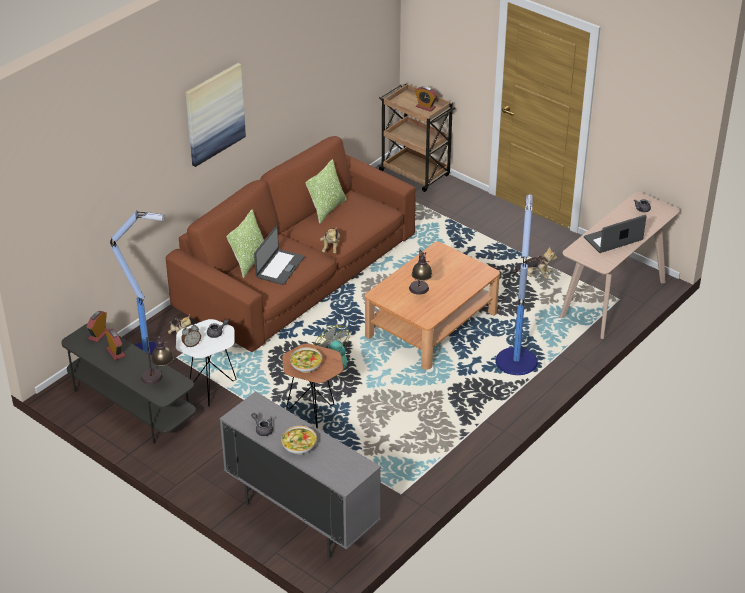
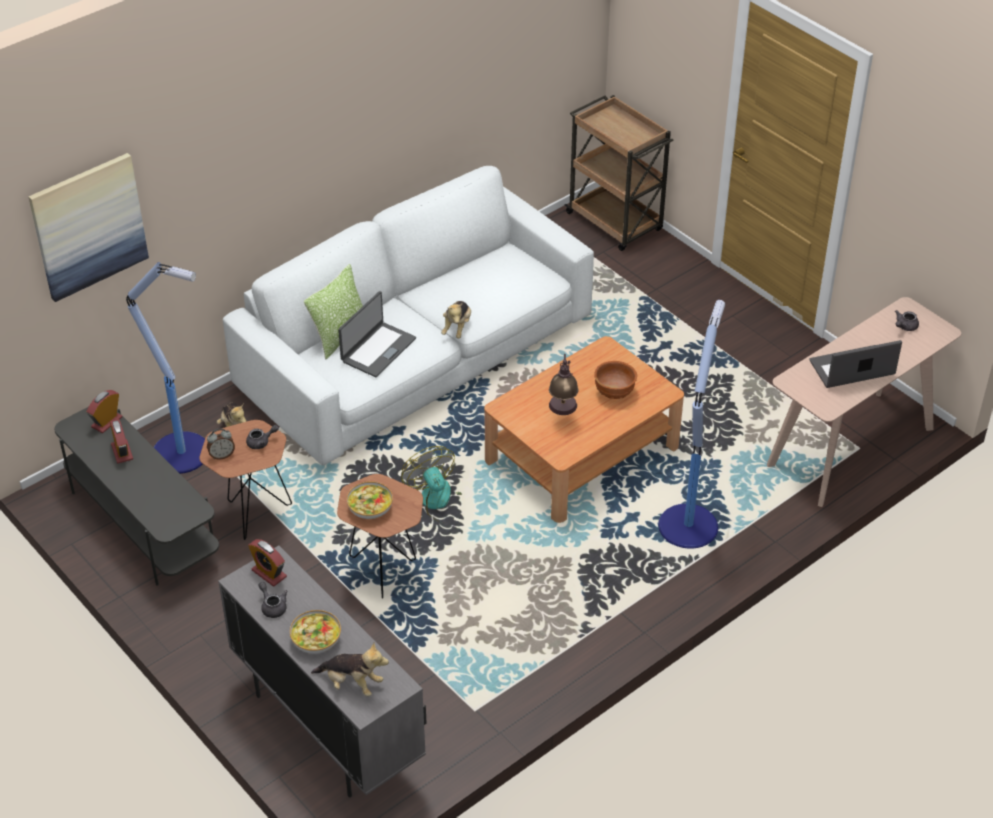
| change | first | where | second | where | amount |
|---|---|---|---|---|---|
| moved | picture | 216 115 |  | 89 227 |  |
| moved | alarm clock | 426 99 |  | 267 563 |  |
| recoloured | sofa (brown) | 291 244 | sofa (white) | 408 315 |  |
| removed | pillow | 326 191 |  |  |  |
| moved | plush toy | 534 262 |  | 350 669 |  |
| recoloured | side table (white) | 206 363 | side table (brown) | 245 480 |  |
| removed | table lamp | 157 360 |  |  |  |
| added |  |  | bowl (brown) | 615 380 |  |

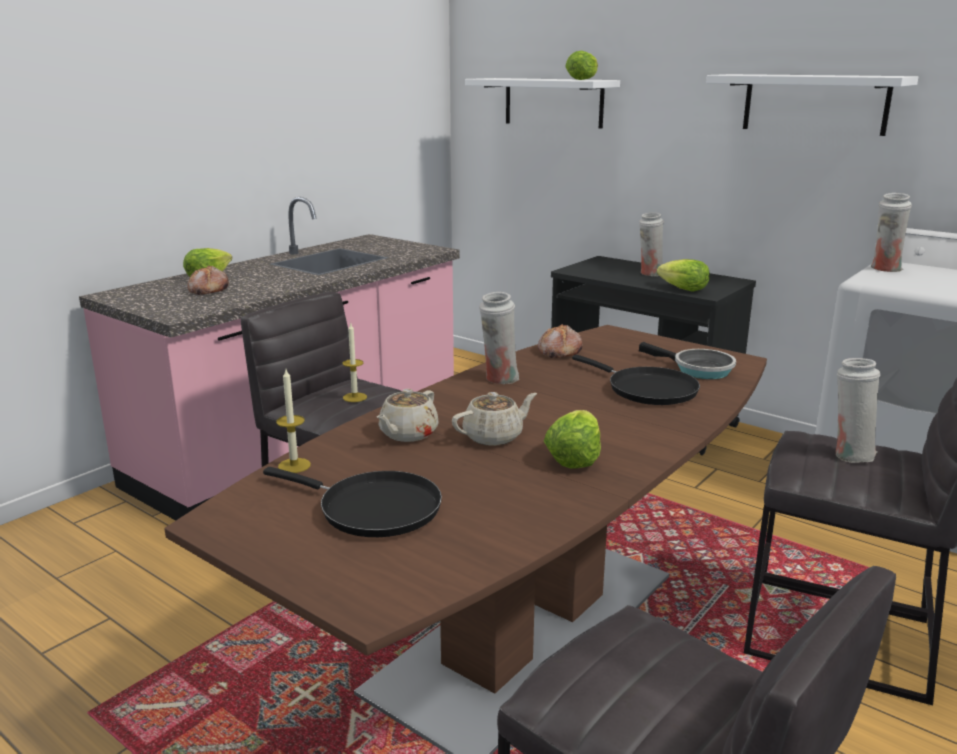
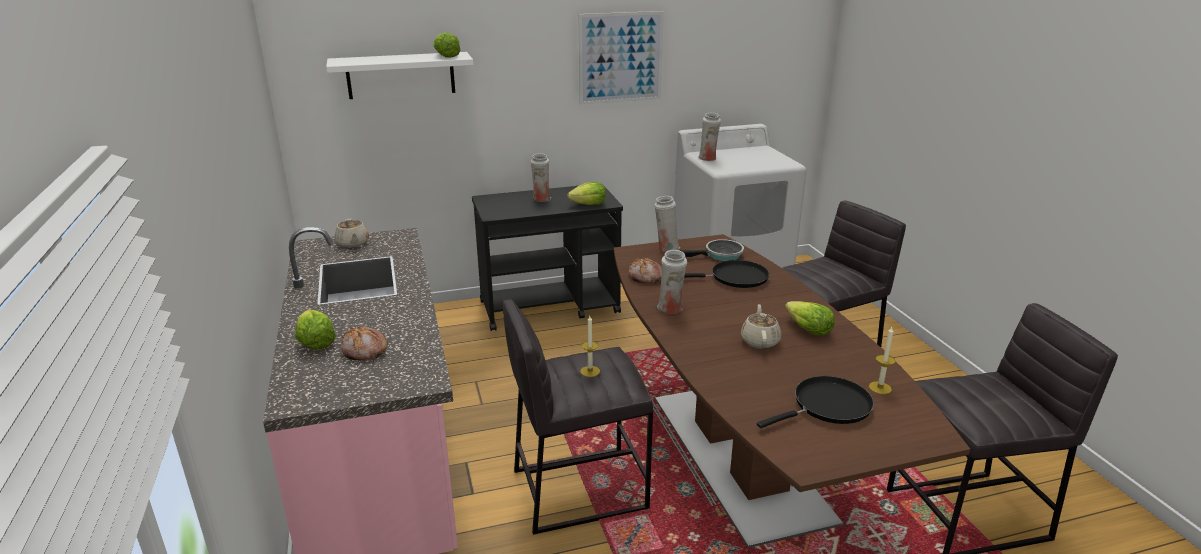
| change | first | where | second | where | amount |
|---|---|---|---|---|---|
| replaced | shelf (white) | 812 105 | picture | 621 58 |  |
| moved | vase (white) | 858 410 |  | 667 224 |  |
| moved | candle | 293 421 |  | 882 360 |  |
| moved | teapot (beige) | 408 415 |  | 351 233 |  |

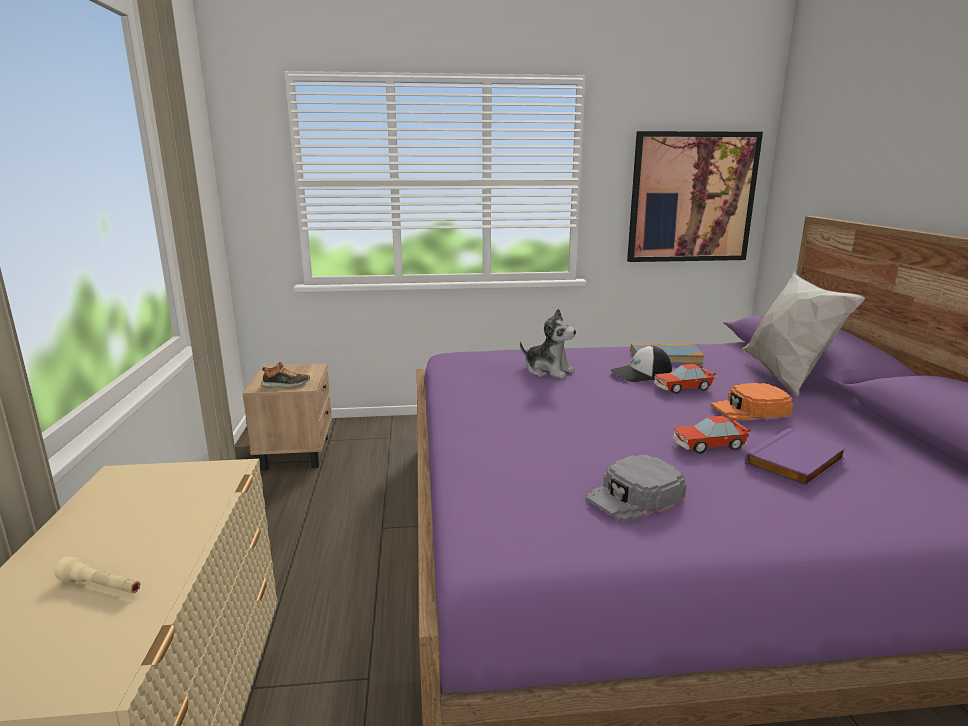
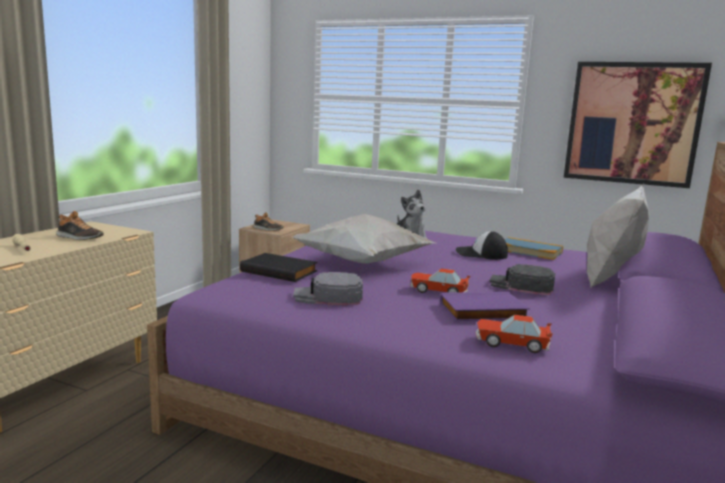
| change | first | where | second | where | amount |
|---|---|---|---|---|---|
| moved | toy car | 685 379 |  | 514 334 |  |
| recoloured | cap (orange) | 752 402 | cap (black) | 522 279 |  |
| added |  |  | shoe | 80 225 |  |
| added |  |  | pillow (white) | 364 239 |  |
| added |  |  | book (black) | 279 267 |  |

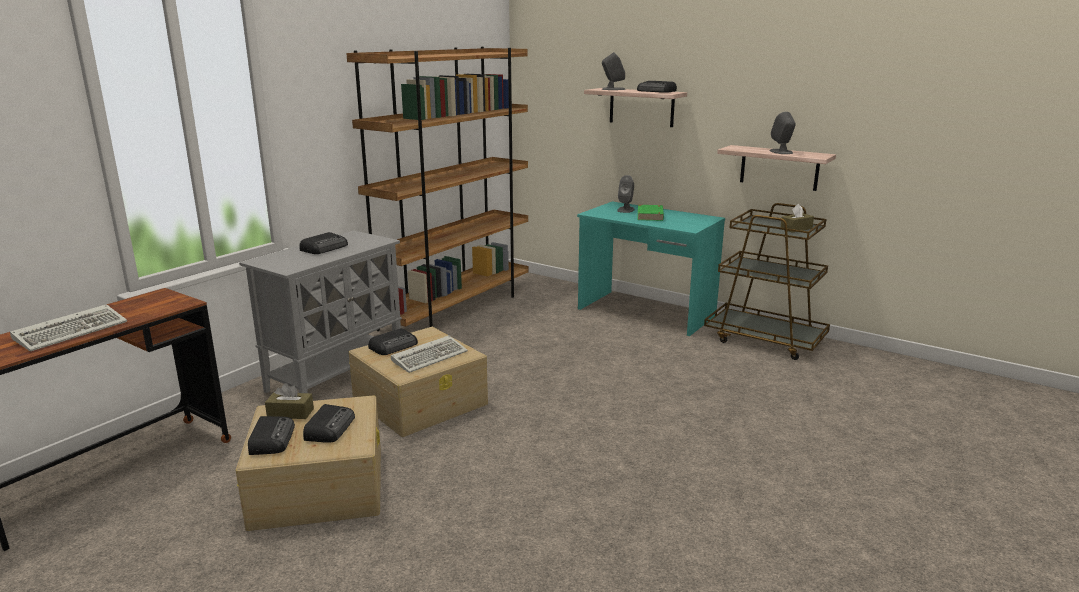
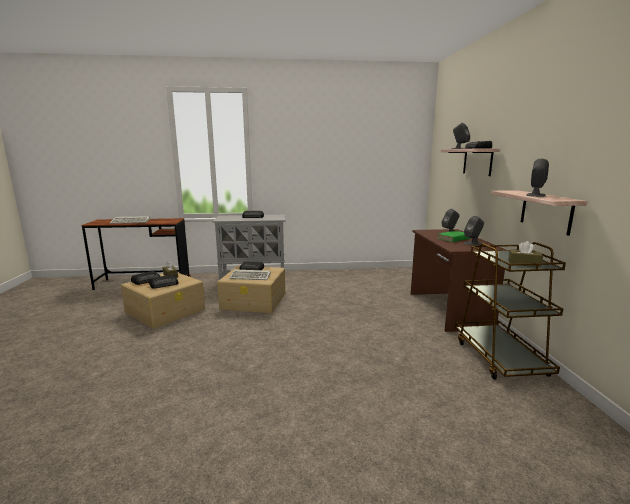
| change | first | where | second | where | amount |
|---|---|---|---|---|---|
| removed | bookcase (brown) | 437 189 |  |  |  |
| recoloured | desk (turquoise) | 651 268 | desk (brown) | 458 280 |  |
| added |  |  | speaker (grey) | 473 230 |  |

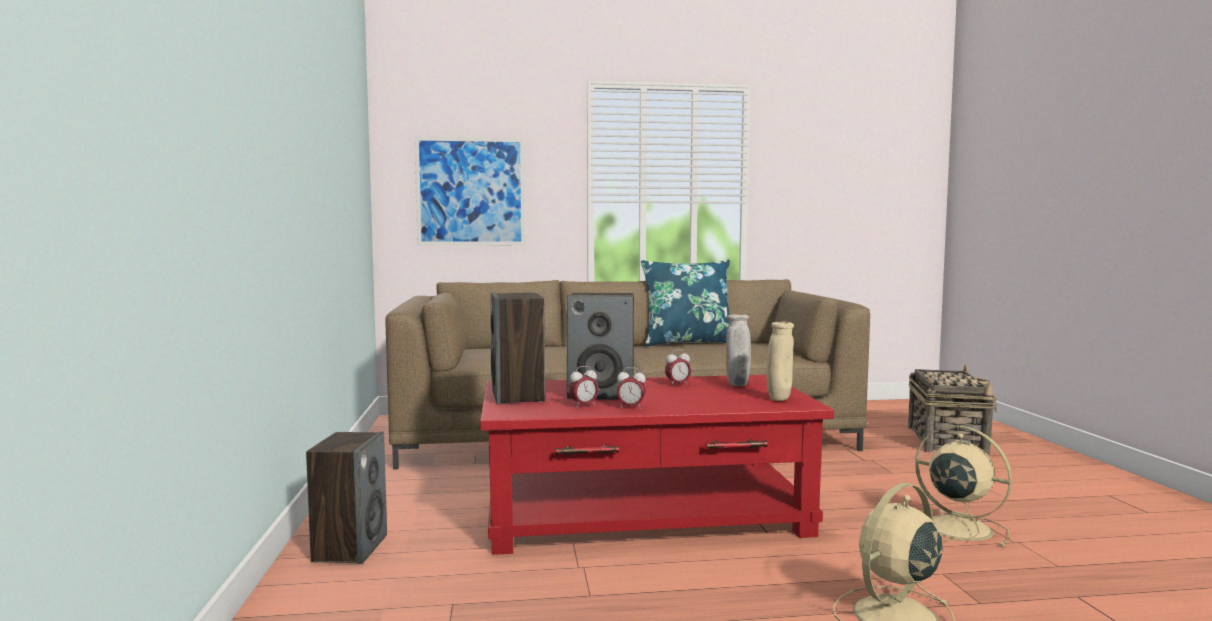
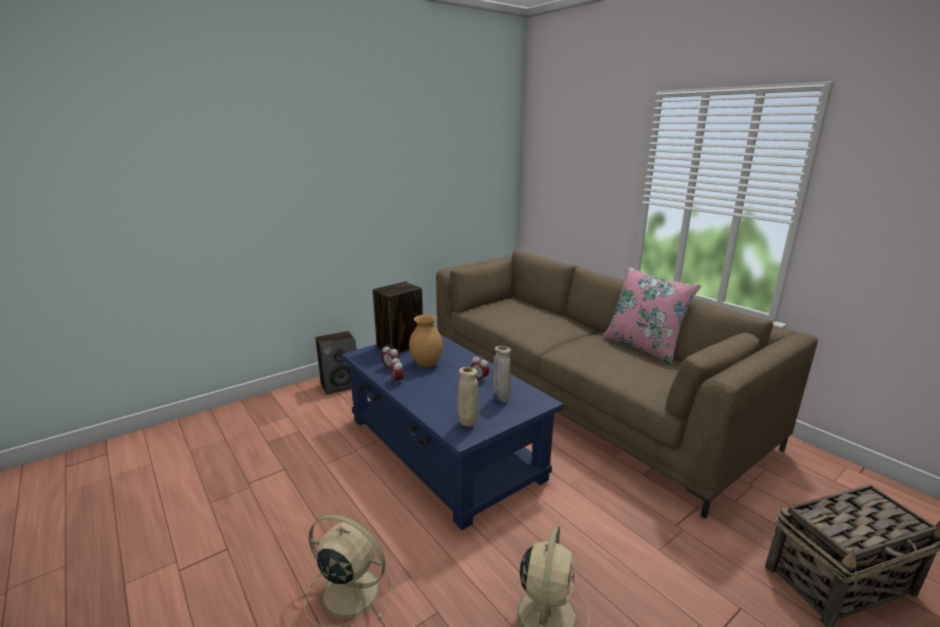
| change | first | where | second | where | amount |
|---|---|---|---|---|---|
| removed | picture | 469 191 |  |  |  |
| recoloured | pillow (blue) | 685 303 | pillow (pink) | 651 315 |  |
| replaced | speaker | 600 346 | vase (brown) | 426 341 |  |
| recoloured | coffee table (red) | 657 465 | coffee table (blue) | 453 432 |  |

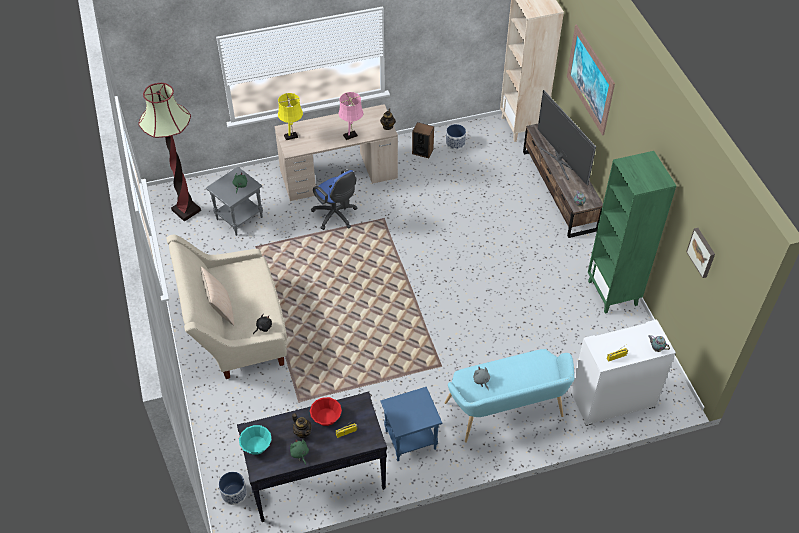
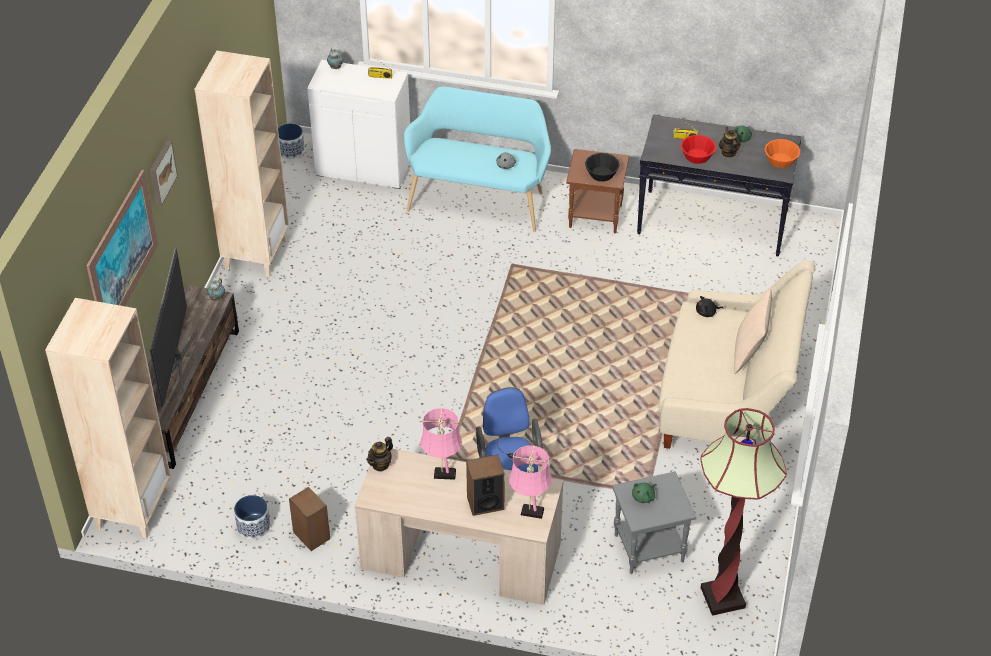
| change | first | where | second | where | amount |
|---|---|---|---|---|---|
| recoloured | table lamp (yellow) | 290 116 | table lamp (pink) | 530 482 |  |
| recoloured | bookcase (green) | 632 232 | bookcase (beige) | 242 164 |  |
| moved | picture | 700 253 |  | 164 173 |  |
| recoloured | side table (blue) | 411 424 | side table (brown) | 597 191 |  |
| recoloured | bowl (turquoise) | 255 440 | bowl (orange) | 782 153 |  |
| moved | planter | 233 488 |  | 291 141 |  |
| added |  |  | bowl (black) | 602 167 |  |
| added |  |  | speaker | 485 485 |  |

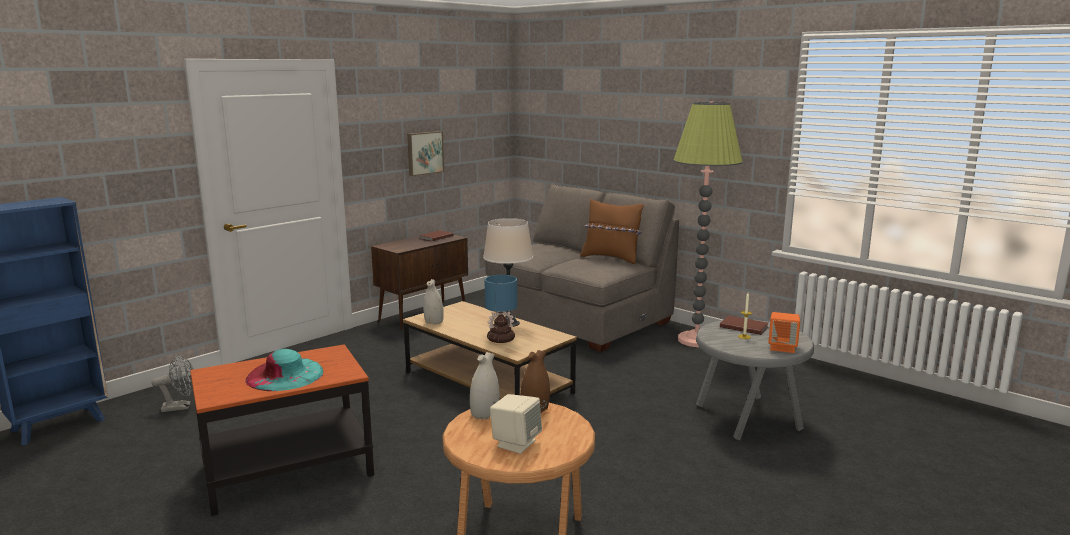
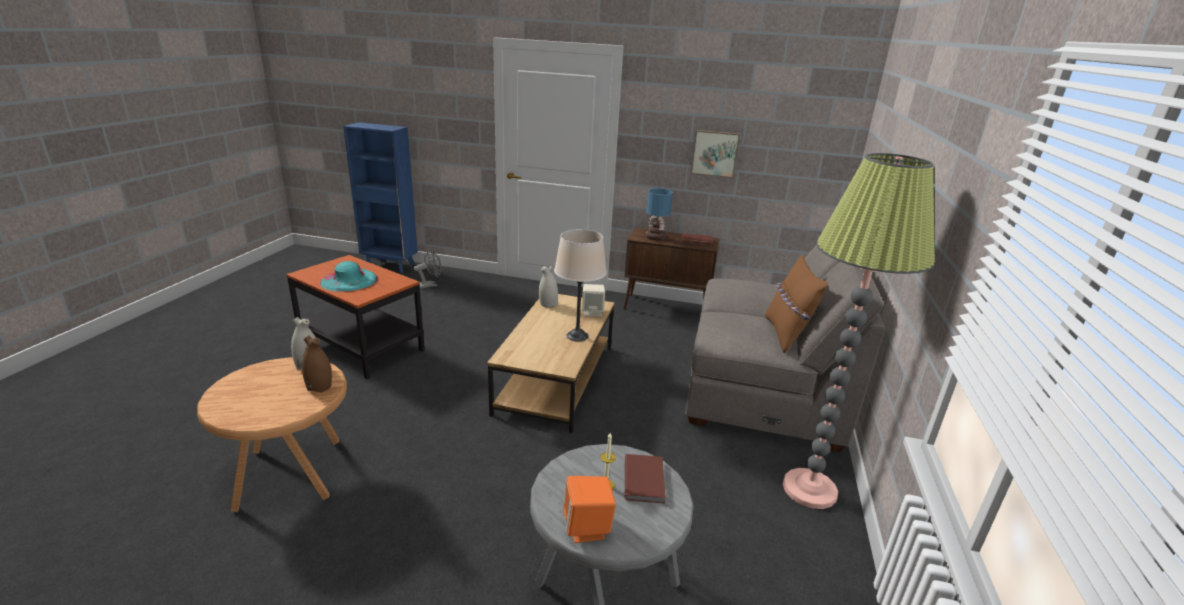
| change | first | where | second | where | amount |
|---|---|---|---|---|---|
| moved | table lamp | 500 309 |  | 659 214 |  |
| turned | fan (grey) | 172 383 |  | 427 269 | 75 degrees counterclockwise |
| moved | speaker (beige) | 516 424 |  | 593 300 |  |

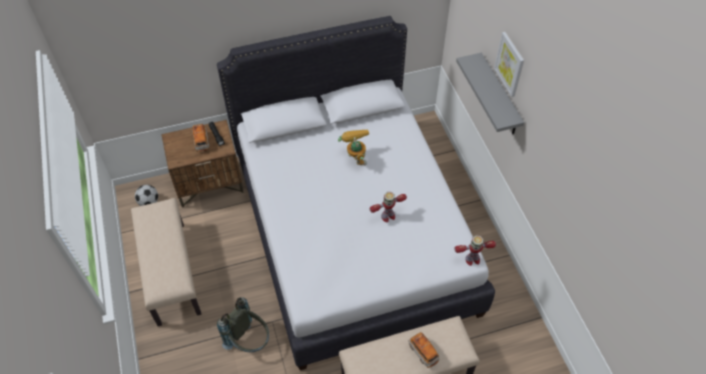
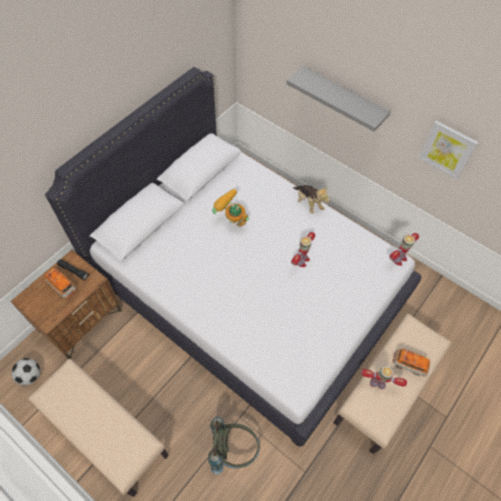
| change | first | where | second | where | amount |
|---|---|---|---|---|---|
| moved | picture | 509 64 |  | 448 150 |  |
| added |  |  | plush toy | 311 199 |  |
| added |  |  | toy robot | 384 377 |  |

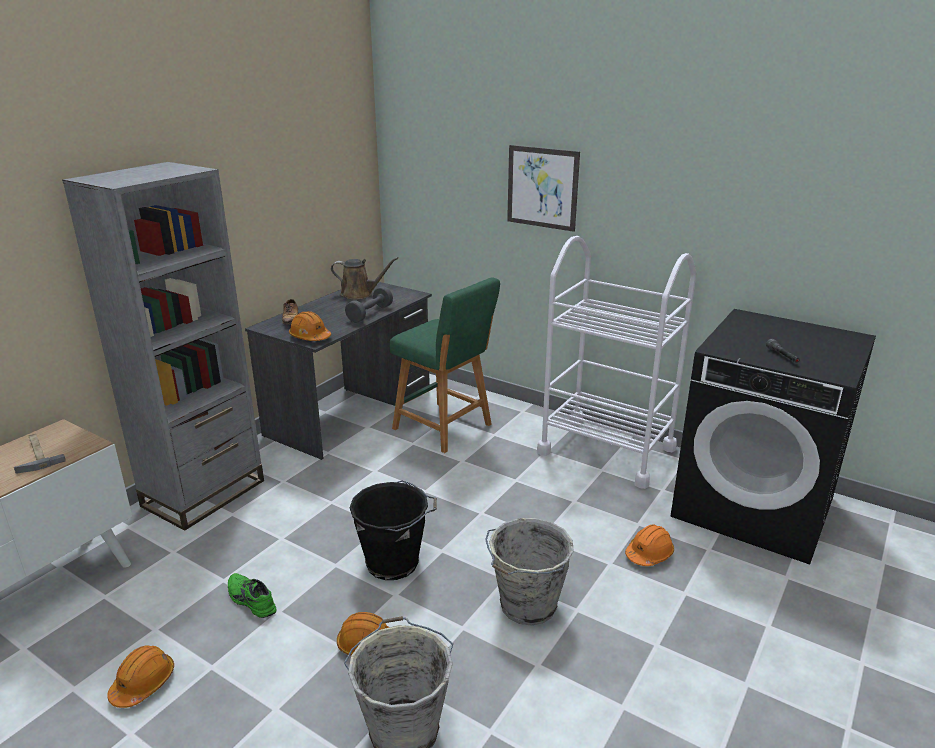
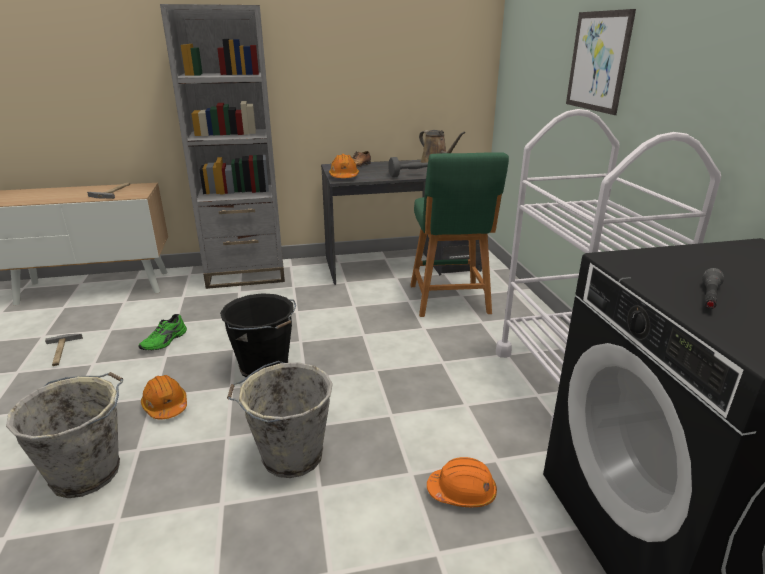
| change | first | where | second | where | amount |
|---|---|---|---|---|---|
| turned | shoe (green) | 252 595 |  | 163 332 | 150 degrees counterclockwise |
| replaced | hard hat (orange) | 140 676 | hammer | 64 350 |  |

